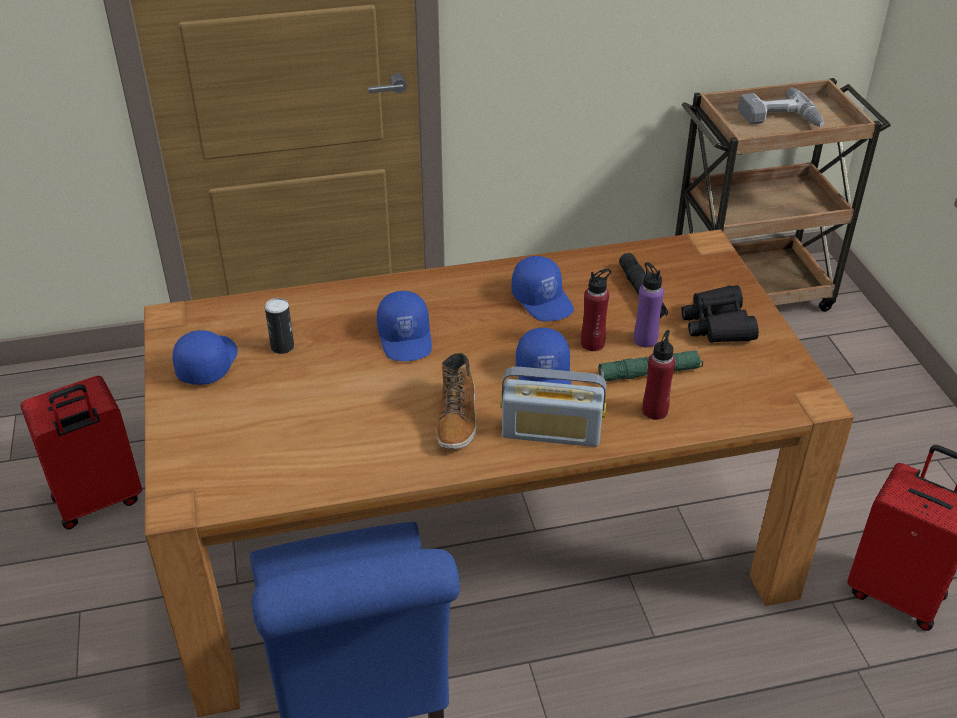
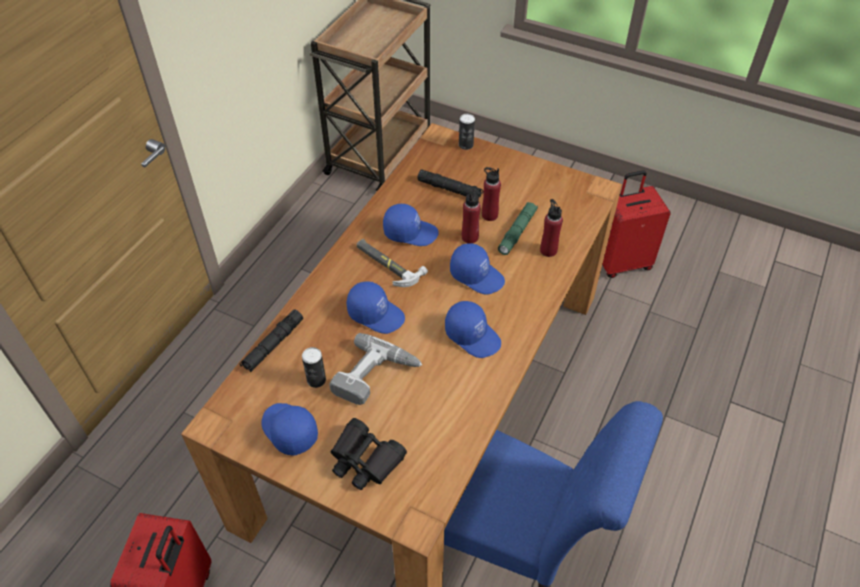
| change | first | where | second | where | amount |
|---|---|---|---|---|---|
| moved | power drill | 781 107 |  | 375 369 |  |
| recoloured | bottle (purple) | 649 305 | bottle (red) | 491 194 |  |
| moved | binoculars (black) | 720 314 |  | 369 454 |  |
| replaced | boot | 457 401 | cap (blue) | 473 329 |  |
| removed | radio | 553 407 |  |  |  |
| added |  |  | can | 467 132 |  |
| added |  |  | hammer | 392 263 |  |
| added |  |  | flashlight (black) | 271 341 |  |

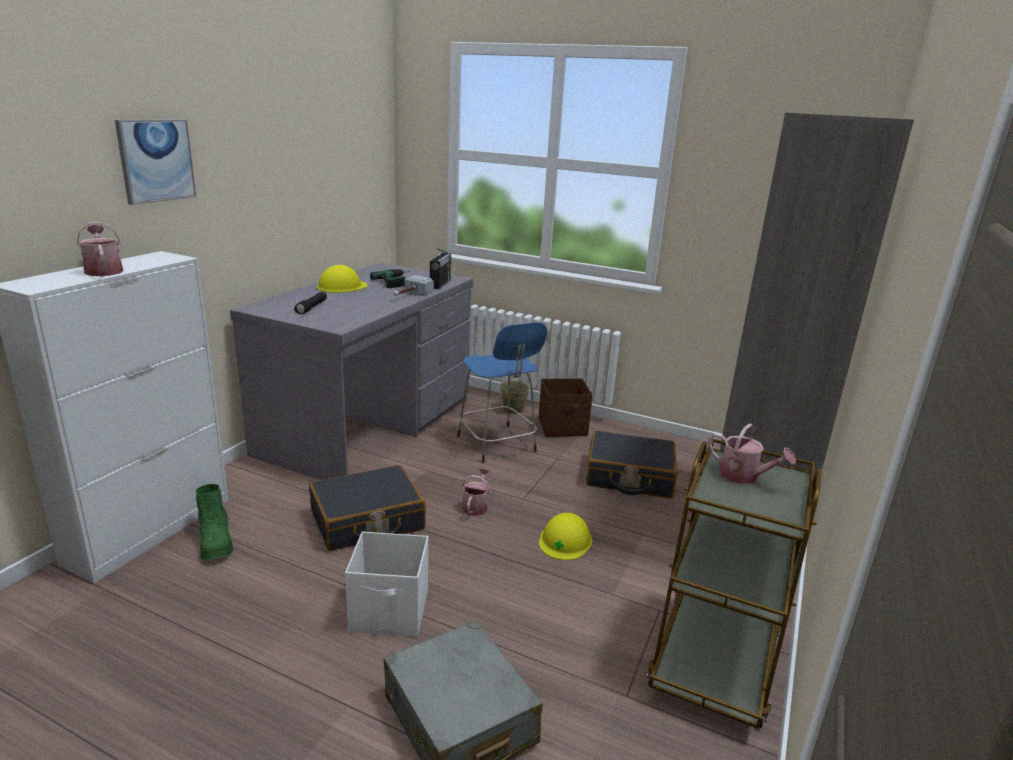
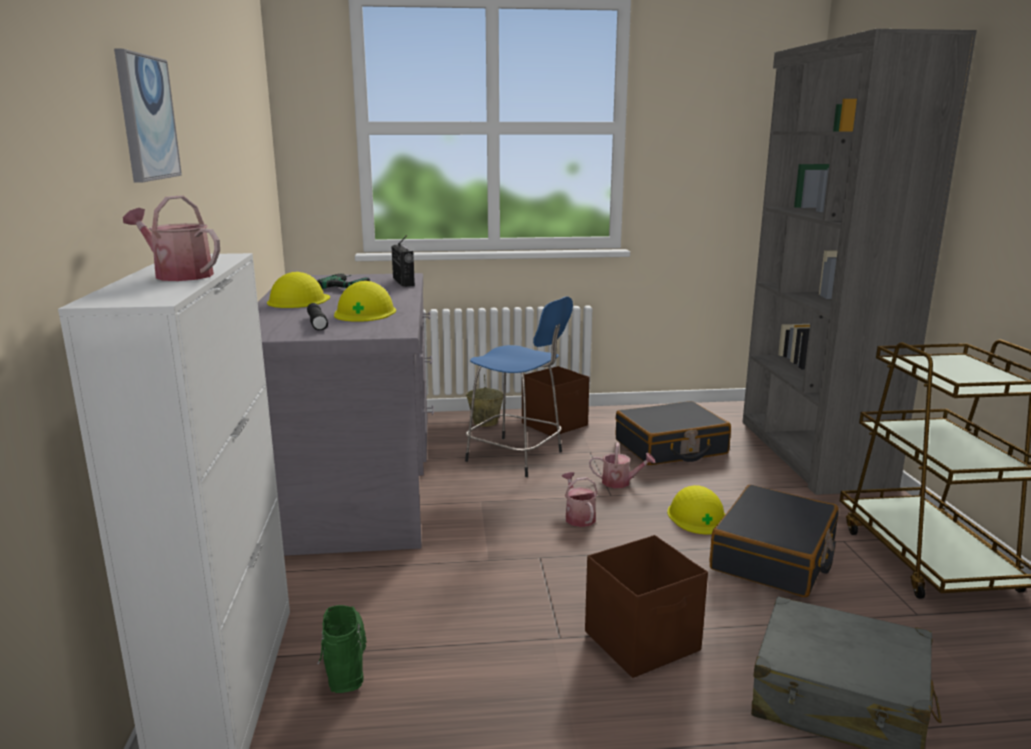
| change | first | where | second | where | amount |
|---|---|---|---|---|---|
| removed | hammer | 413 285 |  |  |  |
| moved | watering can | 752 453 |  | 622 465 |  |
| moved | suitcase (black) | 367 508 |  | 774 541 |  |
| turned | boot (green) | 214 522 |  | 342 649 | 135 degrees counterclockwise |
| recoloured | storage box (white) | 386 584 | storage box (brown) | 646 606 |  |
| added |  |  | hard hat (yellow) | 365 301 |  |

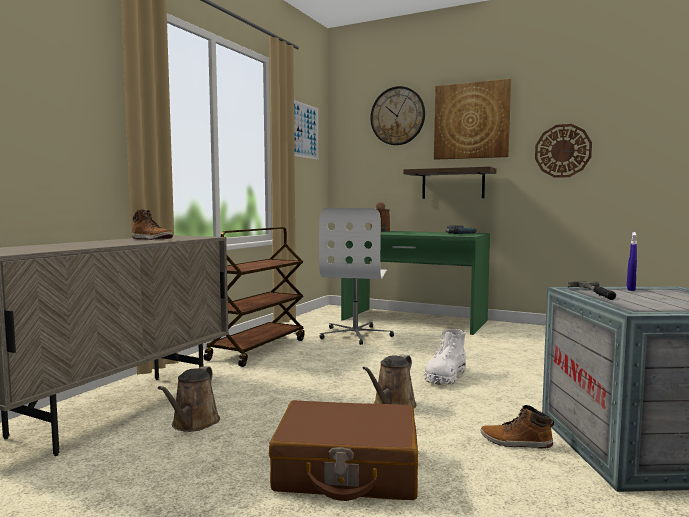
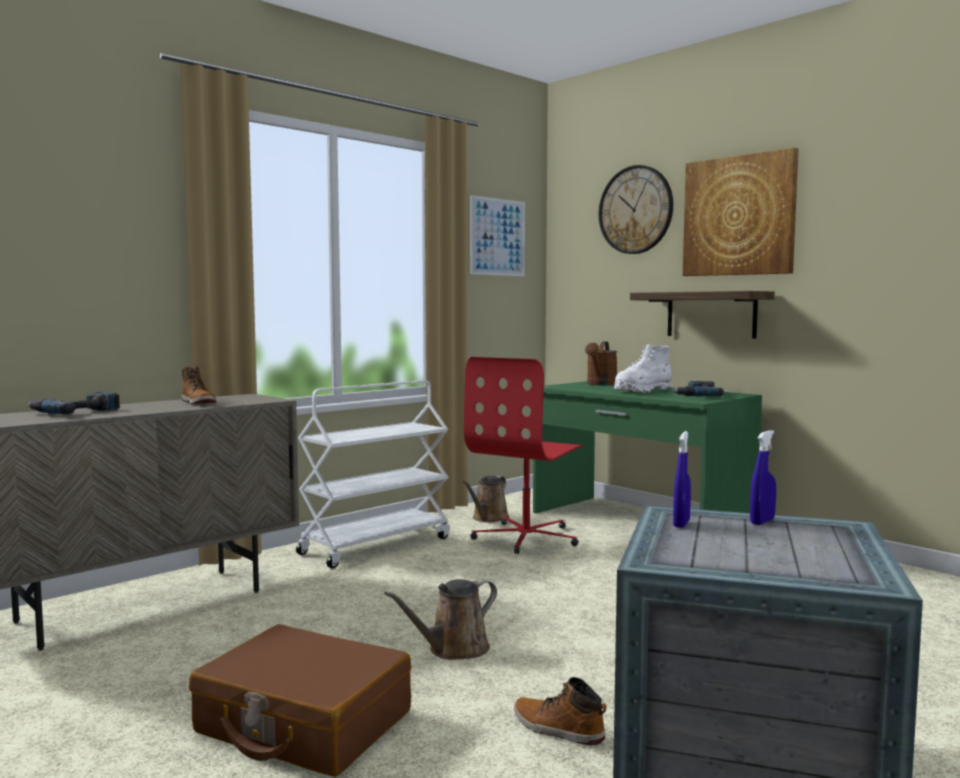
| change | first | where | second | where | amount |
|---|---|---|---|---|---|
| removed | wall clock | 563 151 |  |  |  |
| recoloured | office chair (white) | 356 276 | office chair (red) | 523 455 |  |
| recoloured | cart (brown) | 254 297 | cart (white) | 373 474 |  |
| replaced | hammer | 592 290 | spray bottle (blue) | 682 479 |  |
| moved | boot (white) | 445 357 |  | 643 368 |  |
| moved | watering can (brown) | 189 399 |  | 486 499 |  |
| added |  |  | power drill | 74 403 |  |

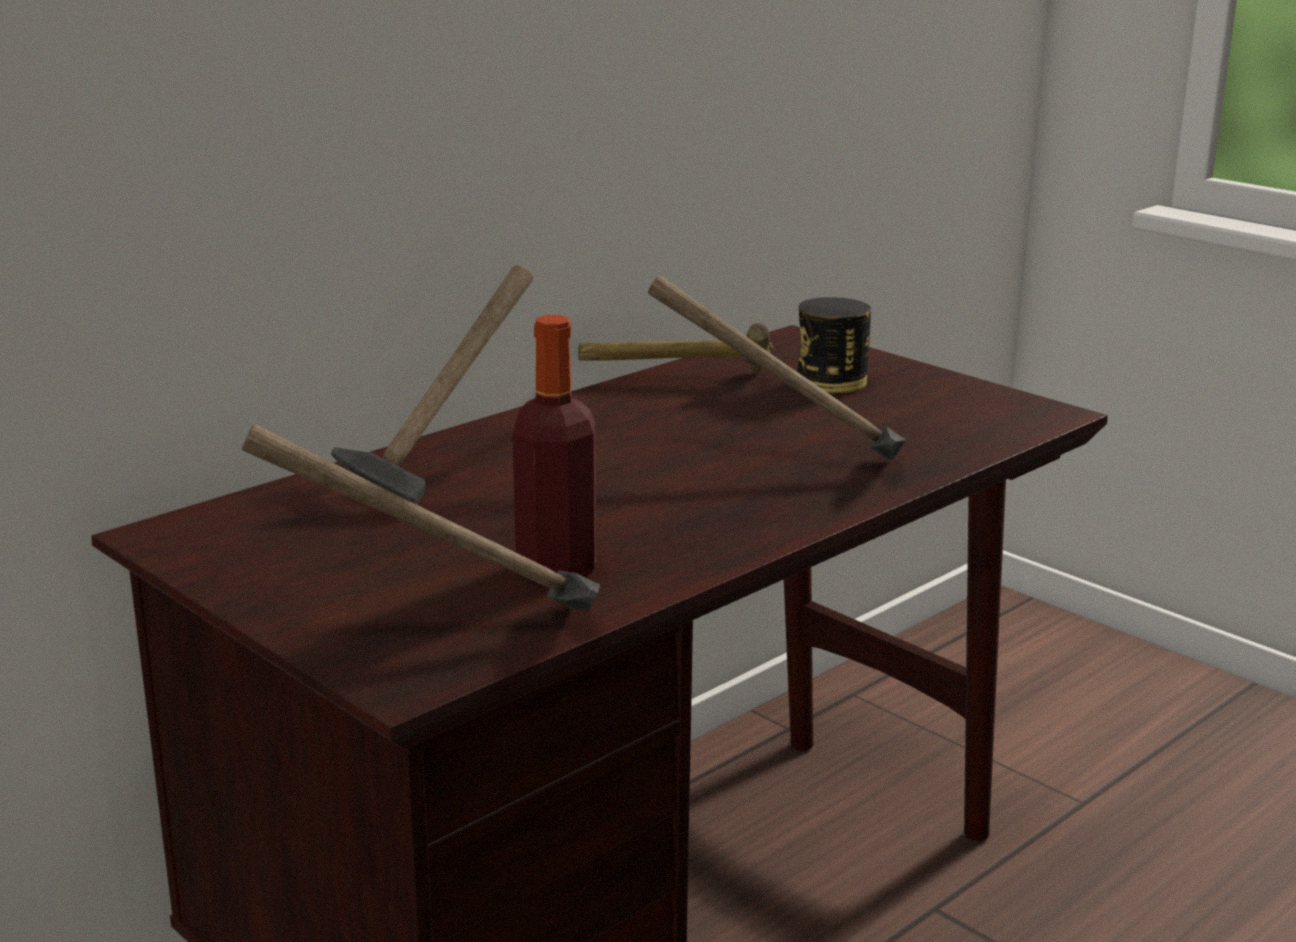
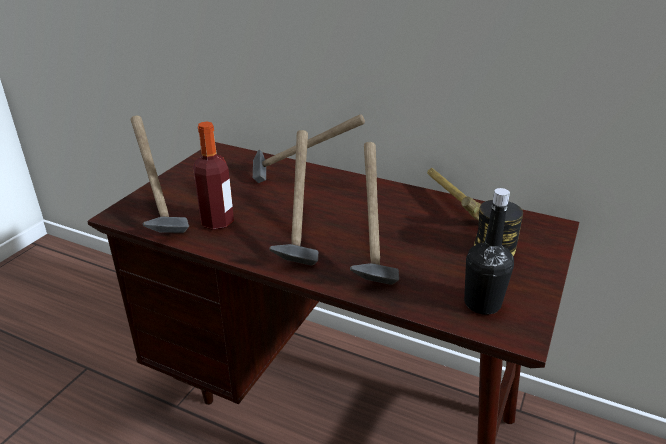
| change | first | where | second | where | amount |
|---|---|---|---|---|---|
| added |  |  | hammer | 293 198 |  |
| added |  |  | bottle (black) | 489 251 |  |

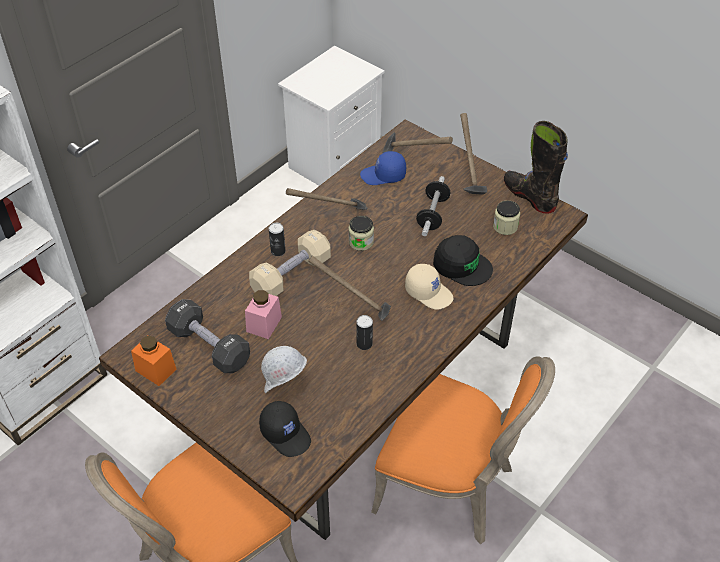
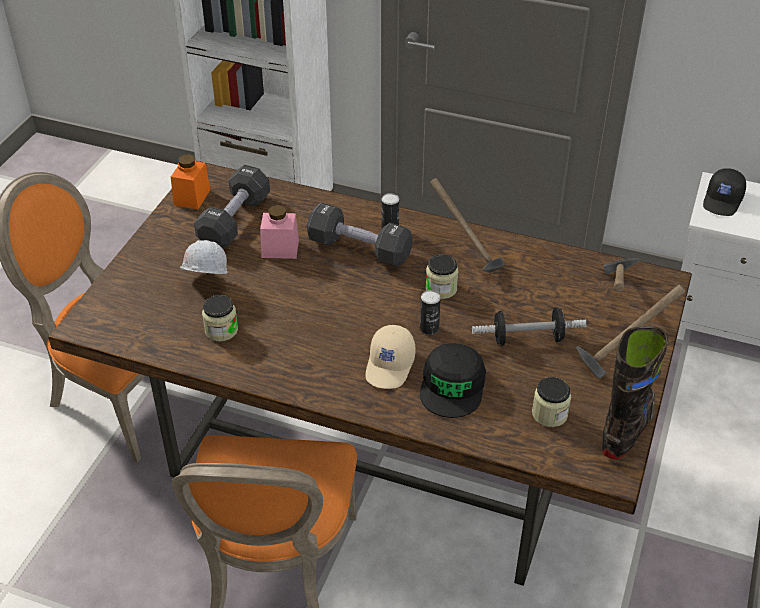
| change | first | where | second | where | amount |
|---|---|---|---|---|---|
| removed | cap (blue) | 383 168 |  |  |  |
| recoloured | dumbbell (beige) | 290 263 | dumbbell (black) | 360 234 |  |
| removed | hammer | 349 288 |  |  |  |
| moved | can | 364 332 |  | 430 312 |  |
| moved | cap (black) | 285 429 |  | 724 192 |  |
| added |  |  | jar | 220 318 |  |

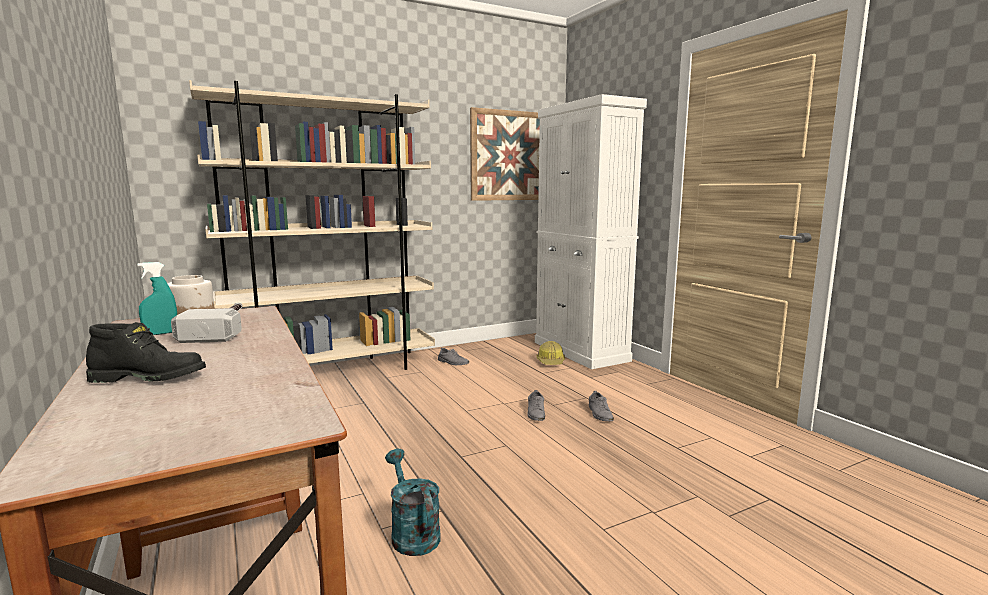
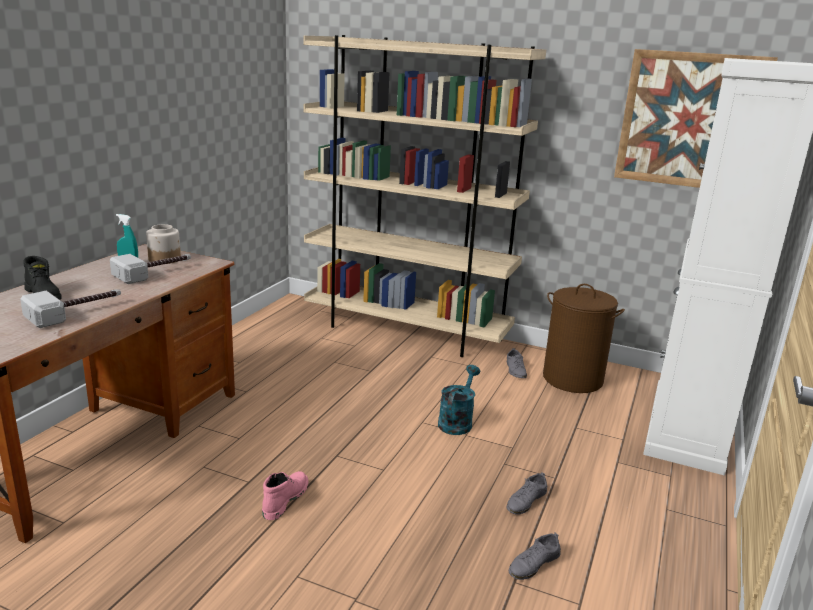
| change | first | where | second | where | amount |
|---|---|---|---|---|---|
| removed | hard hat | 550 353 |  |  |  |
| moved | shoe (grey) | 536 405 |  | 535 556 |  |
| moved | watering can (turquoise) | 413 502 |  | 459 400 |  |
| added |  |  | laundry basket (brown) | 584 338 |  |
| added |  |  | hammer | 70 308 |  |
| added |  |  | boot (pink) | 285 495 |  |

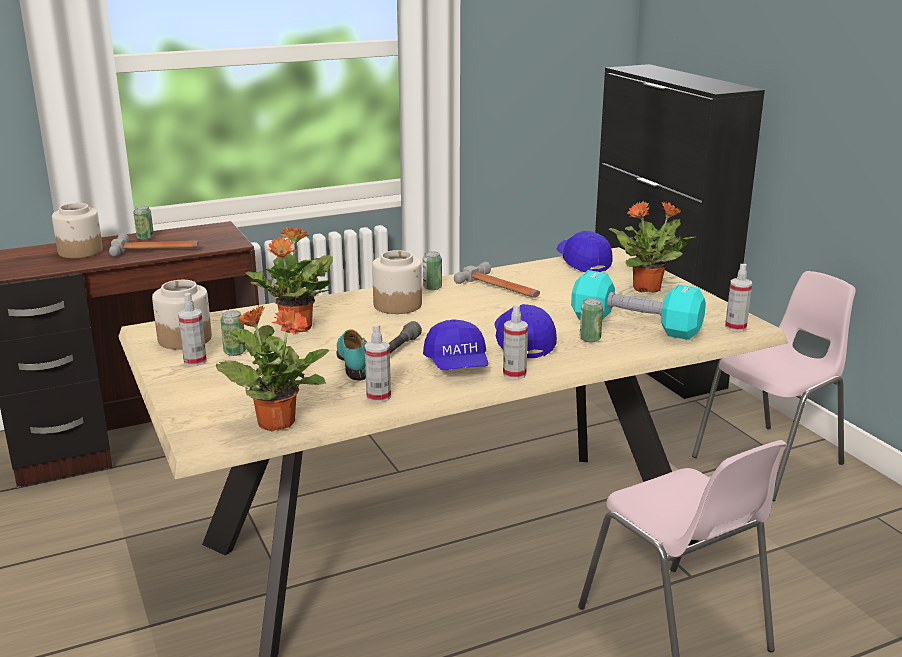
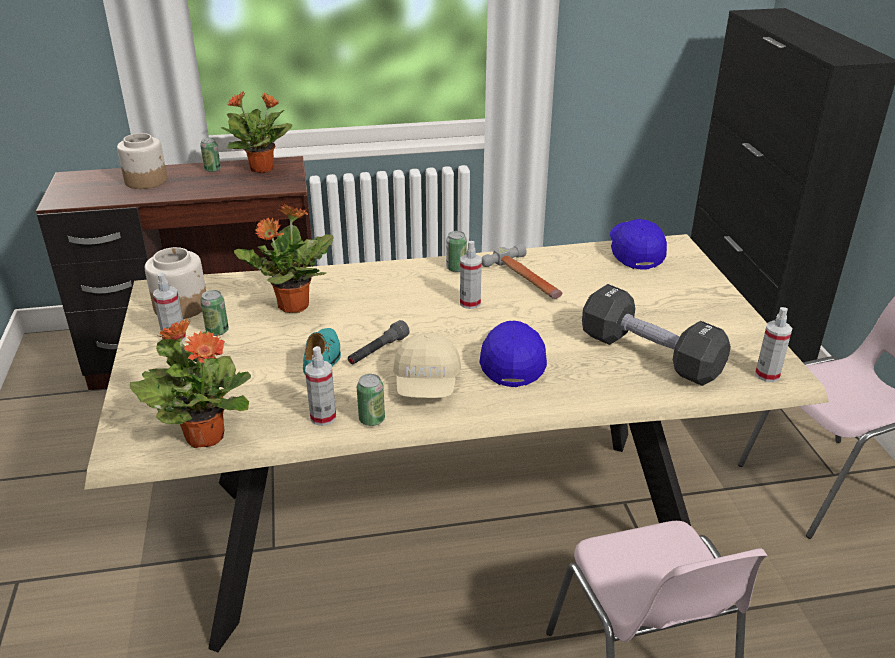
| change | first | where | second | where | amount |
|---|---|---|---|---|---|
| moved | potted plant | 652 247 |  | 256 132 |  |
| removed | hammer | 154 245 |  |  |  |
| removed | jar | 397 282 |  |  |  |
| recoloured | dumbbell (turquoise) | 638 305 | dumbbell (black) | 656 335 |  |
| moved | can | 591 320 |  | 371 400 |  |
| moved | spray bottle | 515 341 |  | 471 275 |  |
| recoloured | cap (blue) | 455 344 | cap (beige) | 427 365 |  |

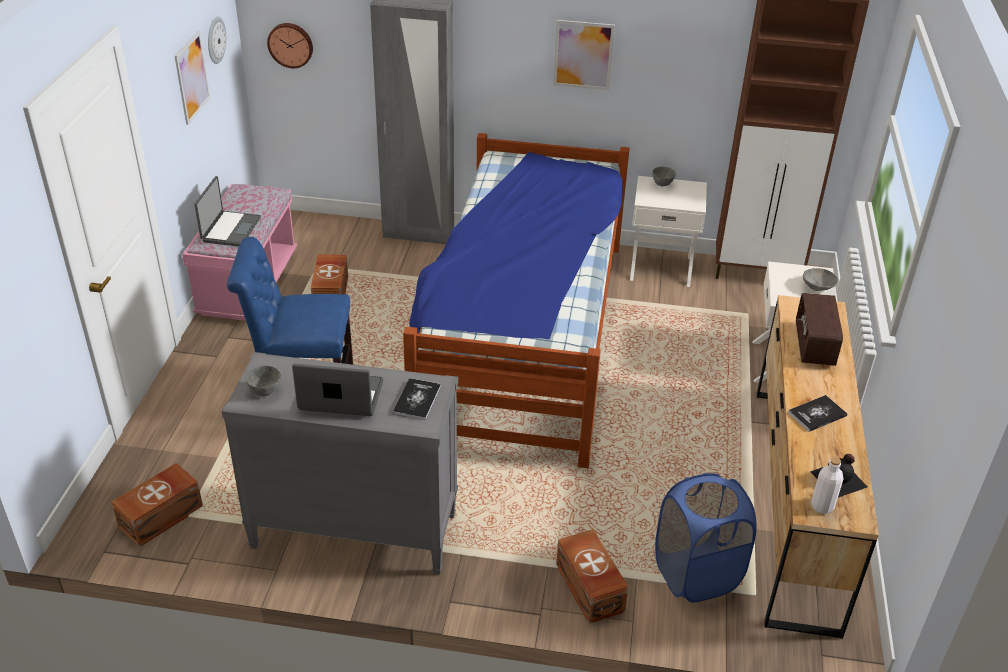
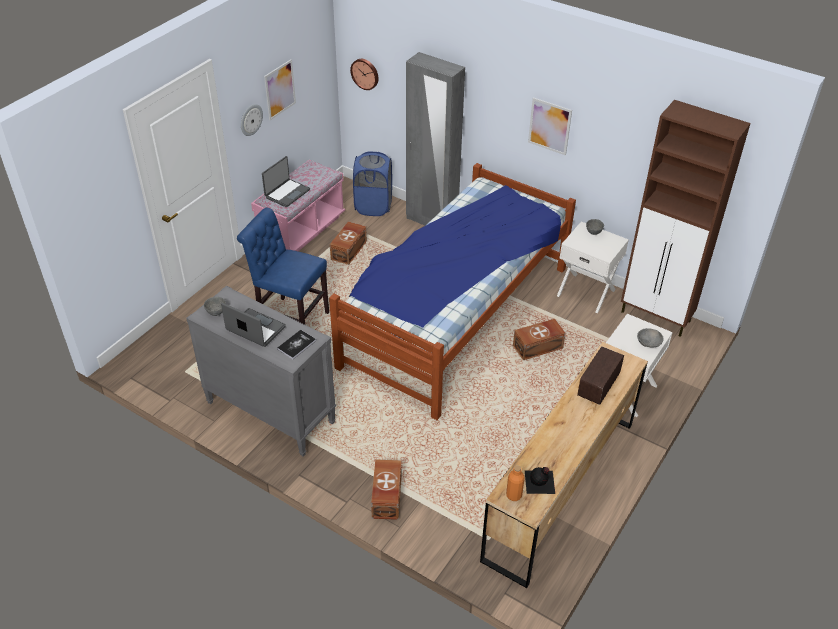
| change | first | where | second | where | amount |
|---|---|---|---|---|---|
| moved | wall clock | 217 40 |  | 252 120 |  |
| removed | book | 817 413 |  |  |  |
| recoloured | bottle (white) | 827 485 | bottle (orange) | 515 483 |  |
| moved | storage box (brown) | 157 505 |  | 539 339 |  |
| moved | laundry basket (blue) | 705 537 |  | 372 183 |  |

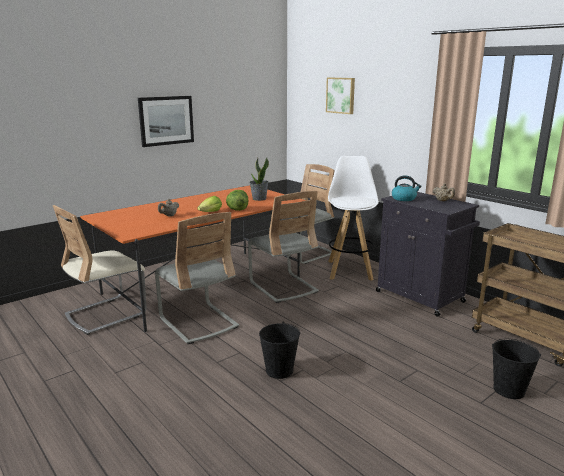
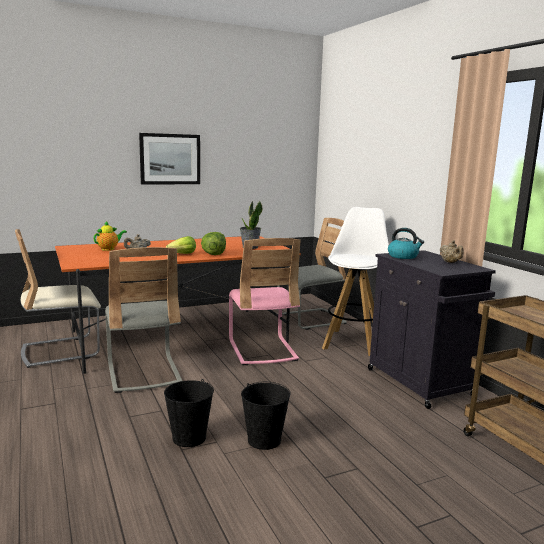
| change | first | where | second | where | amount |
|---|---|---|---|---|---|
| removed | picture | 340 96 |  |  |  |
| recoloured | chair (grey) | 283 247 | chair (pink) | 264 301 |  |
| moved | bucket (black) | 516 369 |  | 266 416 |  |
| added |  |  | teapot | 110 236 |  |

